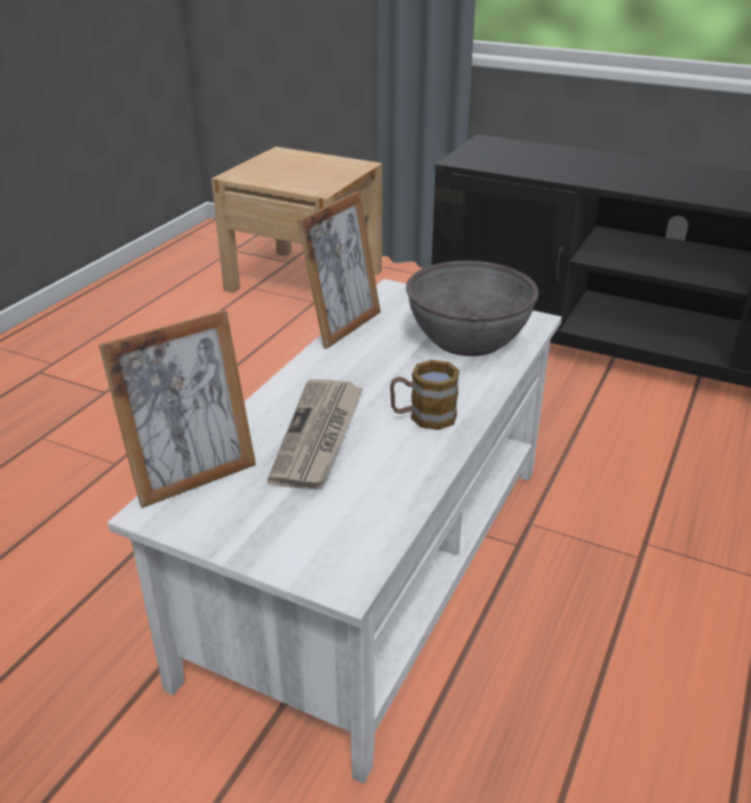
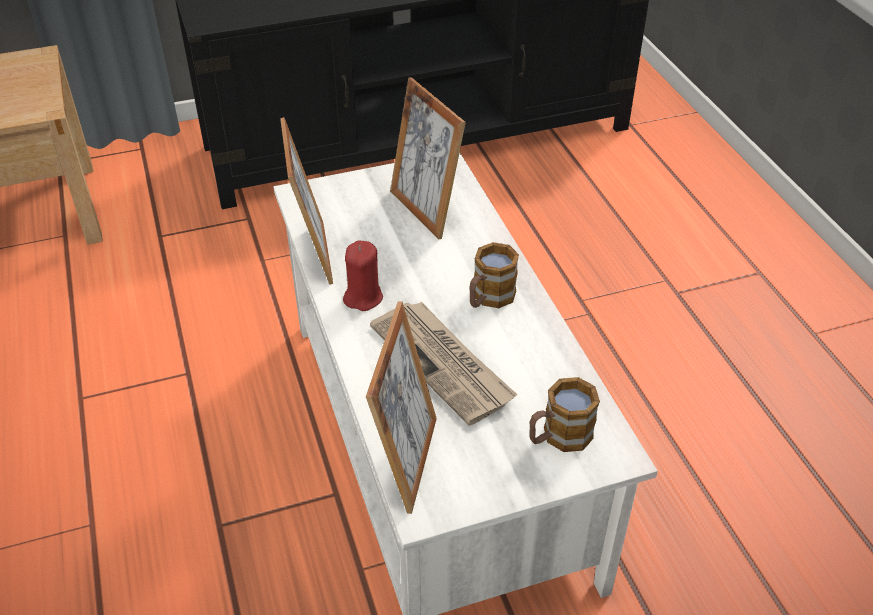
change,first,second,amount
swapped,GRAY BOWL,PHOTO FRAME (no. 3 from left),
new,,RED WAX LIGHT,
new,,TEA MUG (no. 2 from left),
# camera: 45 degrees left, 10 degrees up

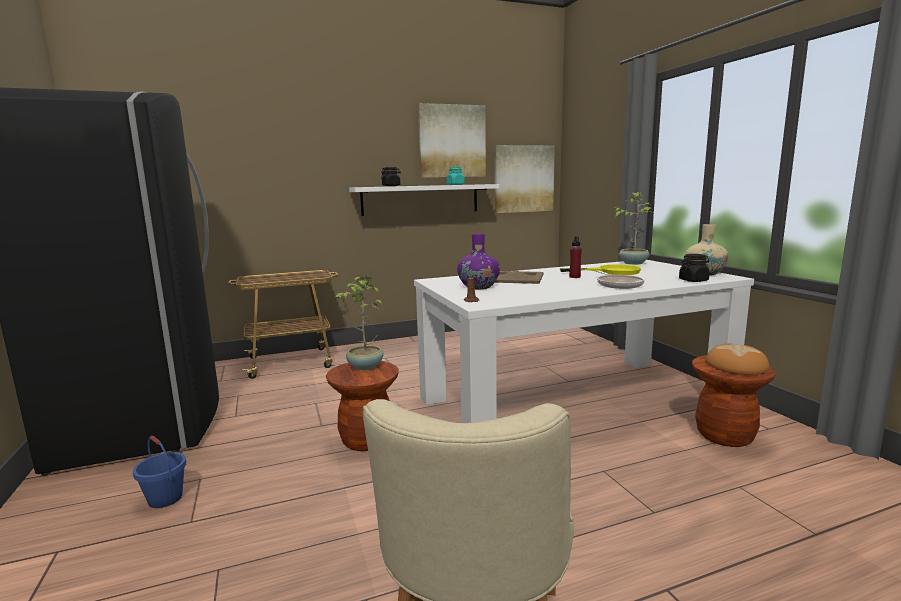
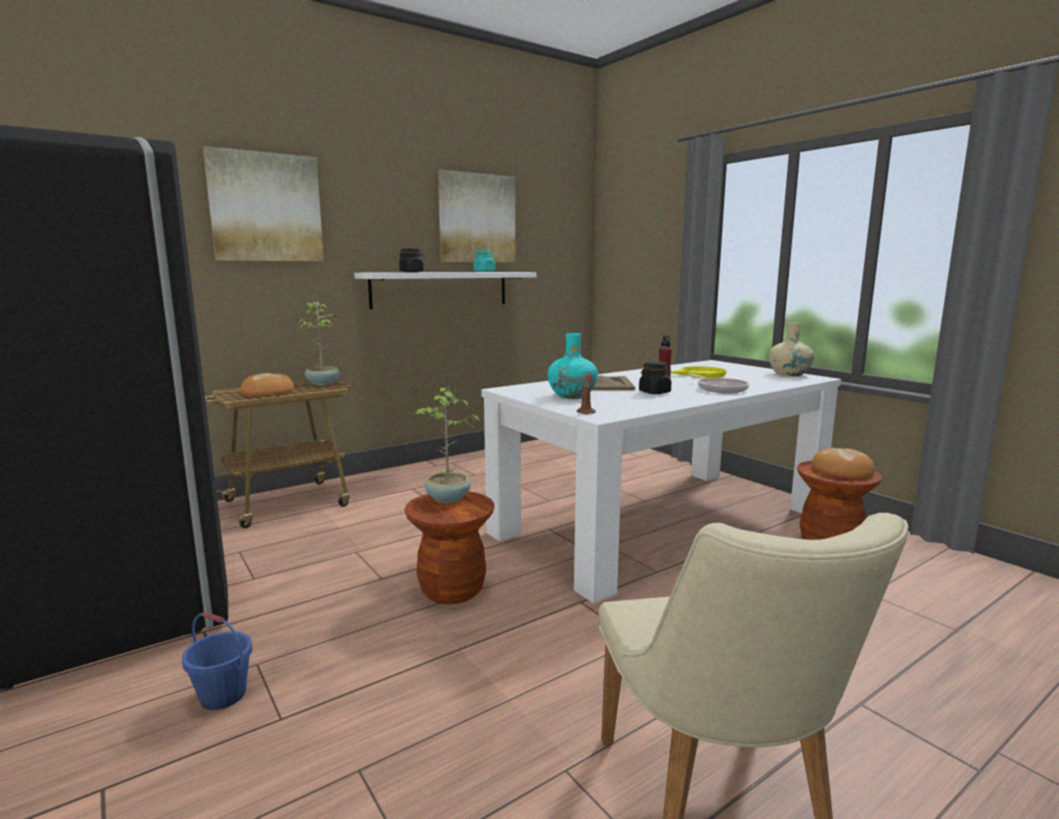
change,first,second,amount
shifted,PICTURE (no. 2 from left in the first image),PICTURE (no. 1 from left),
shifted,PLANT IN A POT (no. 2 from left in the first image),PLANT IN A POT (no. 1 from left),
repainted,PURPLE-COLOURED VASE,TURQUOISE-COLOURED VASE,
shifted,BLACKISH PRESERVE JAR (no. 2 from left),,
new,,BAKERY BREAD (no. 1 from left),
# camera: 15 degrees left, 0 degrees up

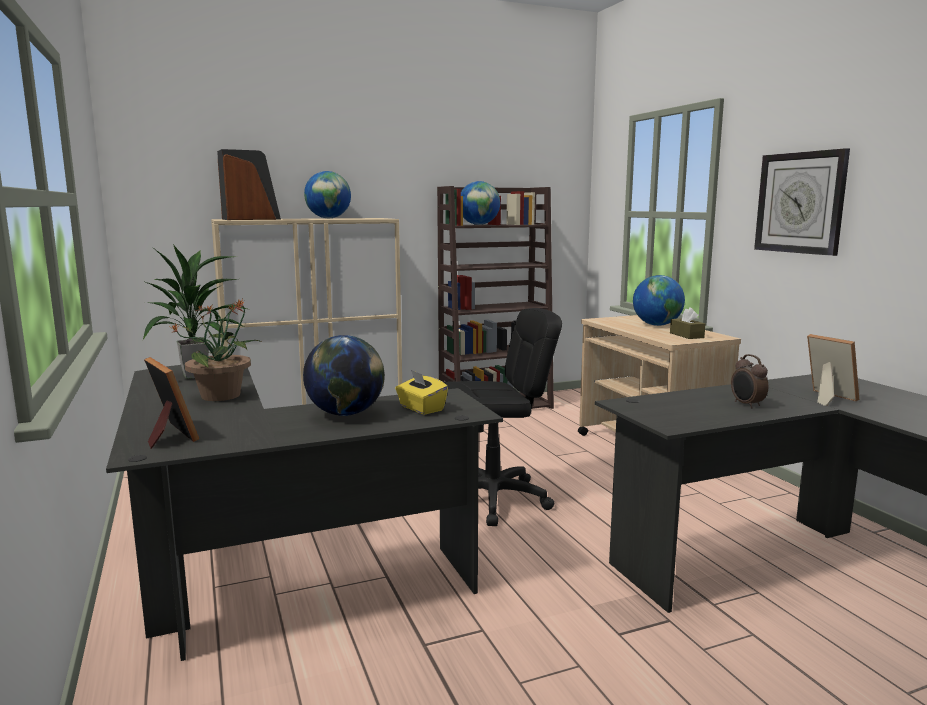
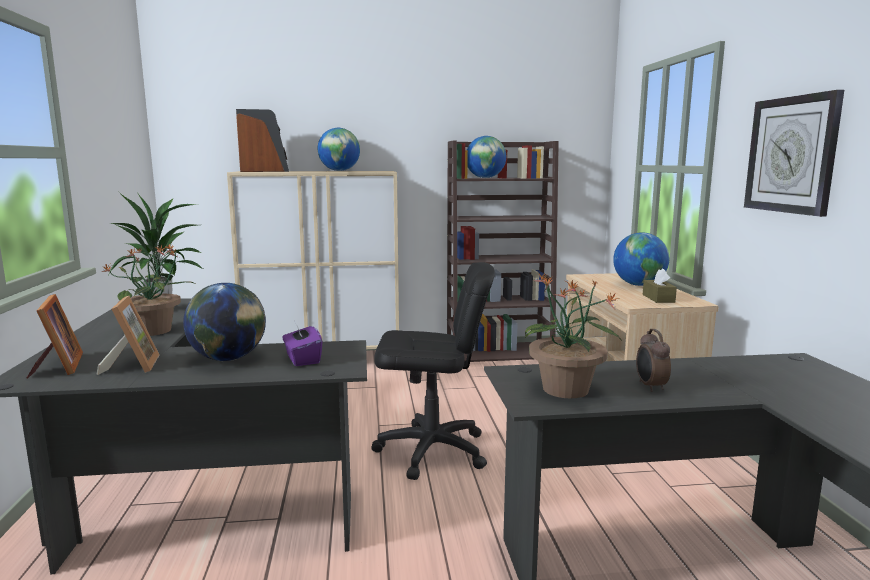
change,first,second,amount
shifted,PHOTO FRAME (no. 2 from left),,
repainted,YELLOW-COLOURED BOX OF TISSUES,PURPLE-COLOURED BOX OF TISSUES,
new,,PLANT IN A POT (no. 3 from left),
# camera: 15 degrees right, 0 degrees up

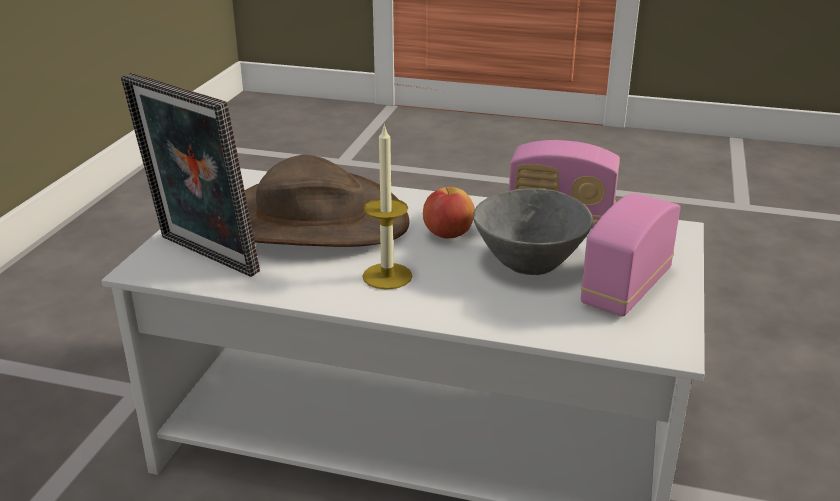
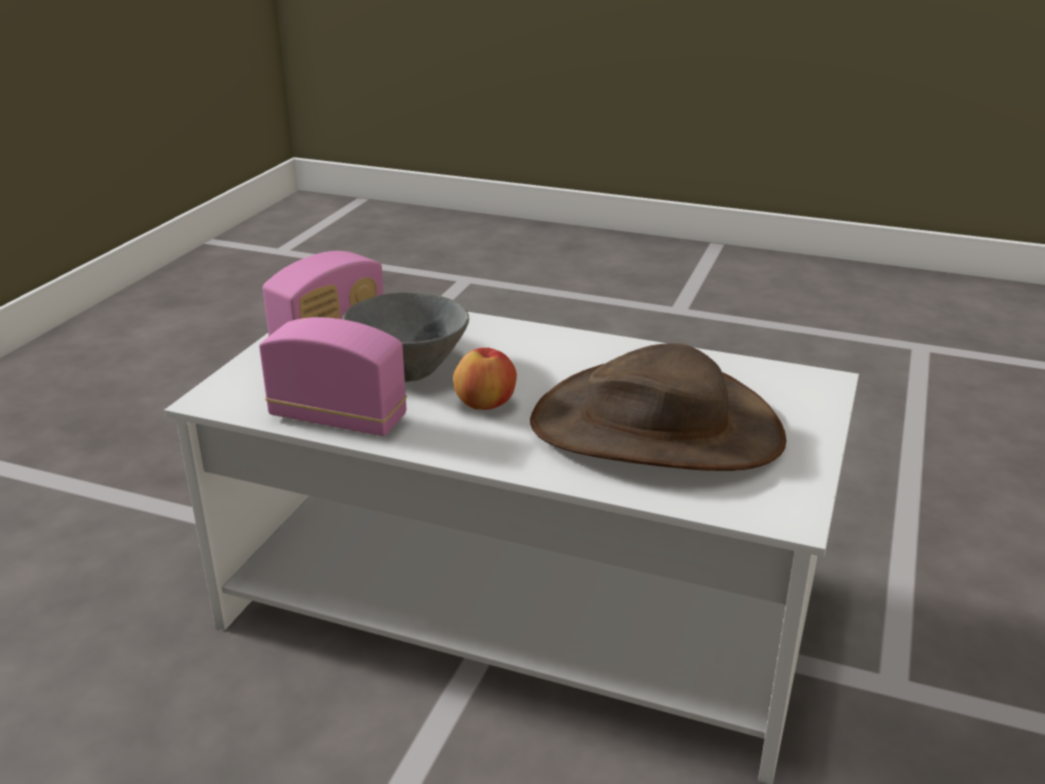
change,first,second,amount
gone,PHOTO FRAME,,
gone,WAX LIGHT,,
# camera: 175 degrees left, 0 degrees up

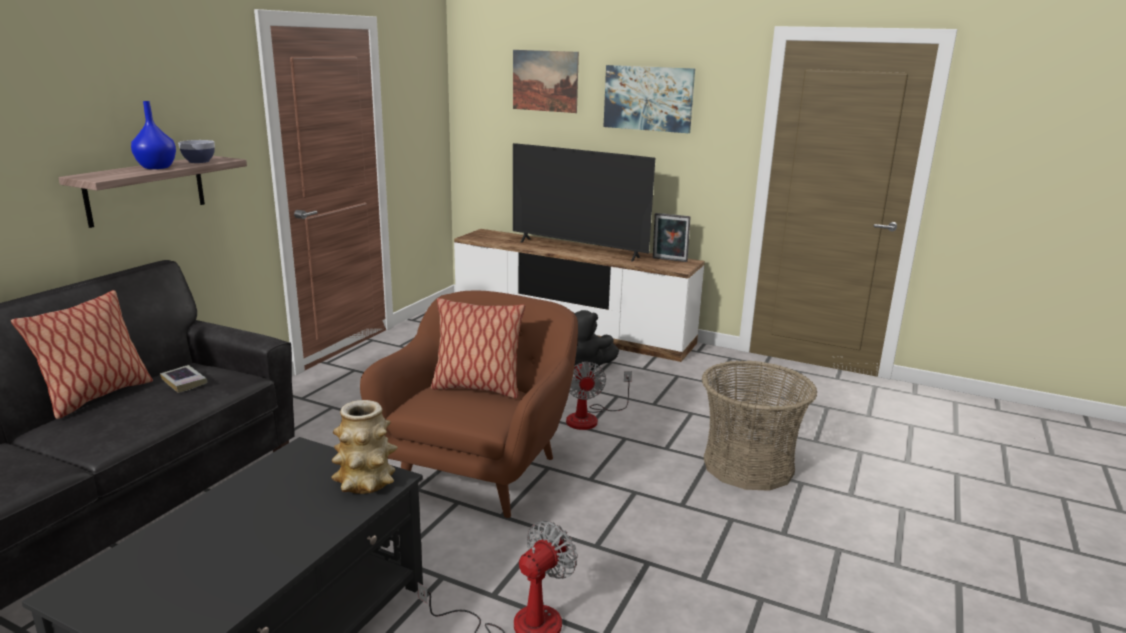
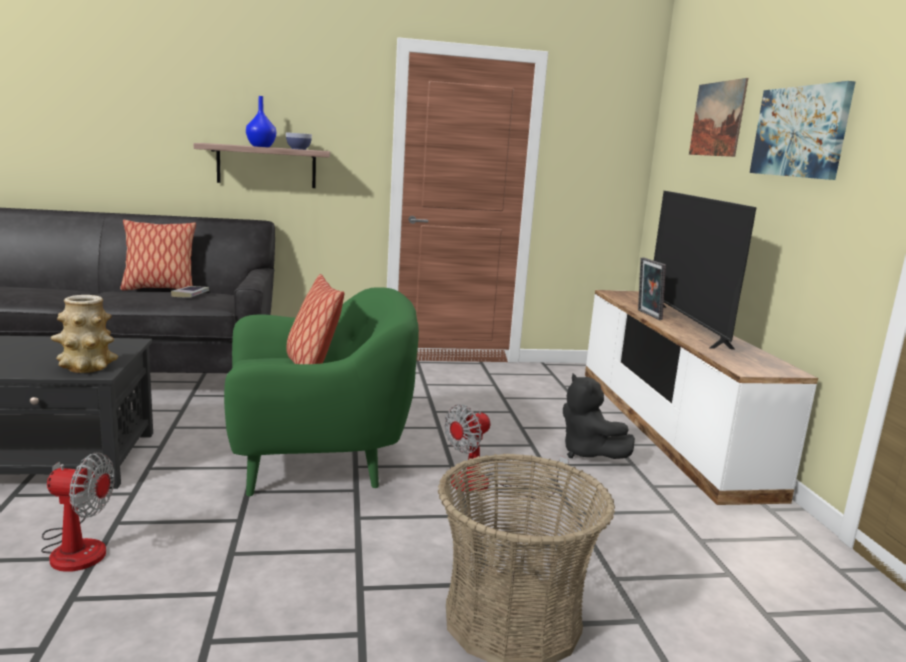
change,first,second,amount
shifted,PHOTO FRAME,,
repainted,BROWNISH EASY CHAIR,GREEN-COLOURED EASY CHAIR,
# camera: 55 degrees right, 5 degrees down

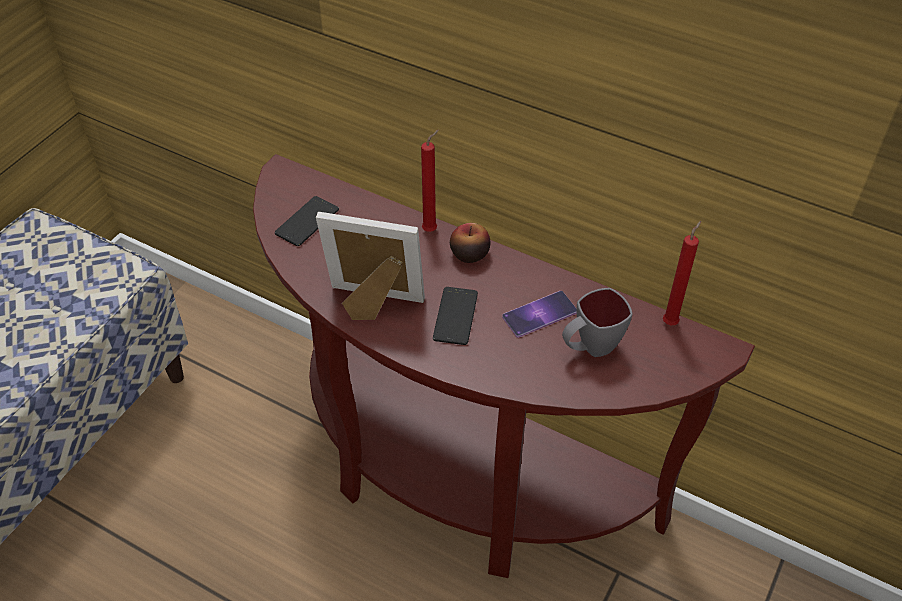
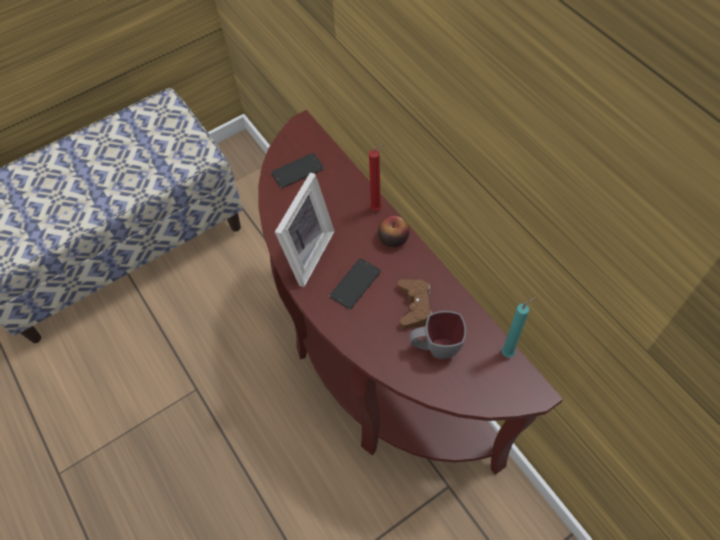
change,first,second,amount
rotated,PHOTO FRAME,,75 degrees clockwise
repainted,RED WAX LIGHT (no. 2 from left),TURQUOISE-COLOURED WAX LIGHT,
swapped,TELEPHONE (no. 3 from left),BROWNISH JOYPAD,
# camera: 30 degrees right, 10 degrees up

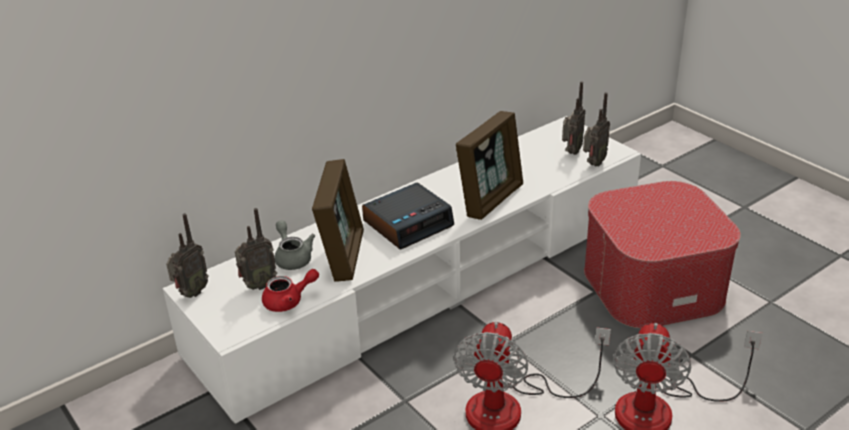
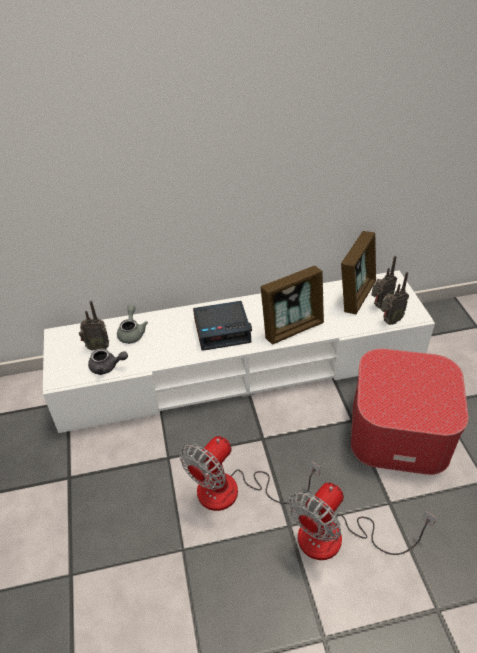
change,first,second,amount
shifted,PHOTO FRAME (no. 1 from left in the first image),PHOTO FRAME (no. 2 from left),
gone,RADIO (no. 1 from left),,
repainted,RED TEAPOT,GRAY TEAPOT (no. 1 from left),
# camera: 25 degrees right, 10 degrees up

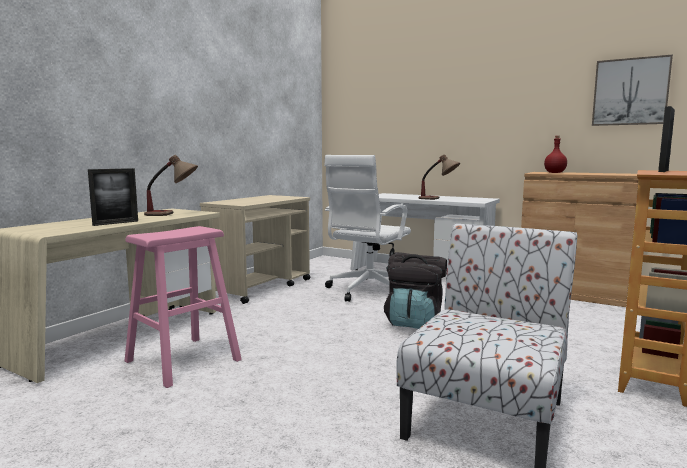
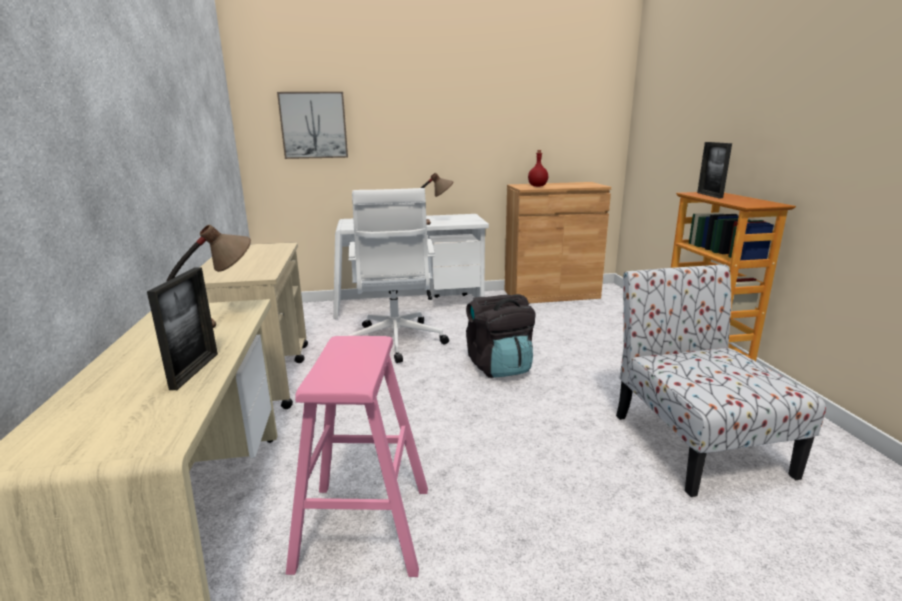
change,first,second,amount
shifted,PICTURE,,
# camera: 40 degrees left, 10 degrees up

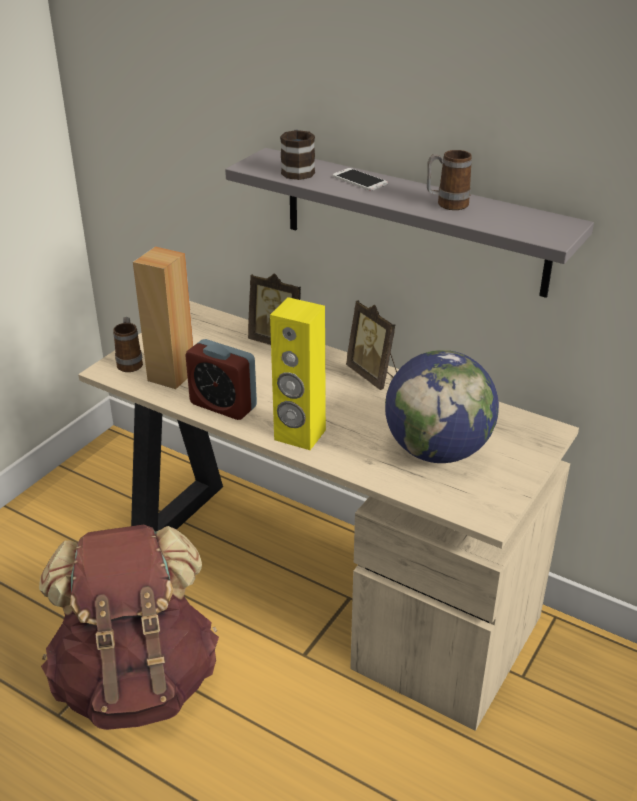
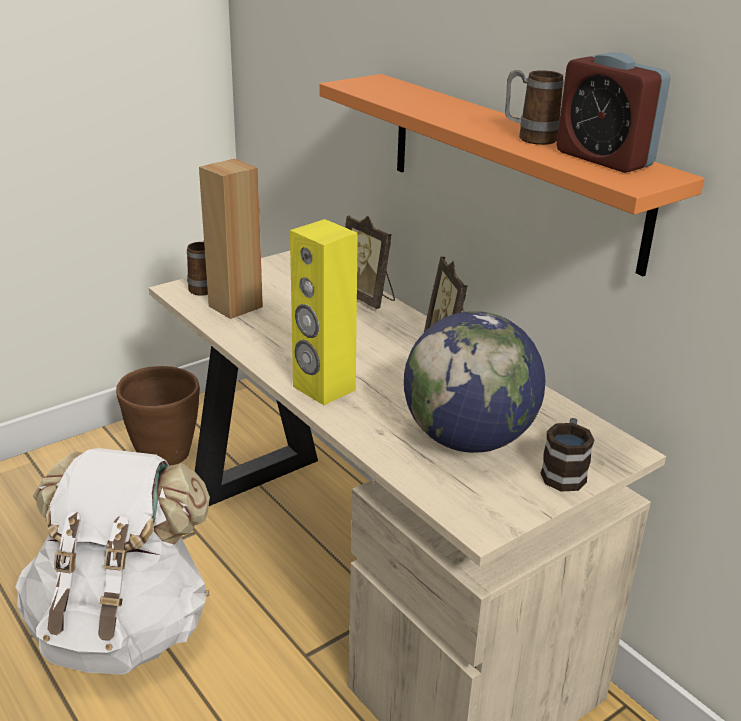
change,first,second,amount
shifted,TEA MUG (no. 2 from left in the first image),TEA MUG (no. 3 from left),
repainted,GRAY WALL SHELF,ORANGE-COLOURED WALL SHELF,
gone,TELEPHONE,,
shifted,ALARM CLOCK,,
repainted,BROWNISH RUCKSACK,WHITE RUCKSACK,
new,,BROWNISH PLANTER,
# camera: 20 degrees right, 5 degrees down

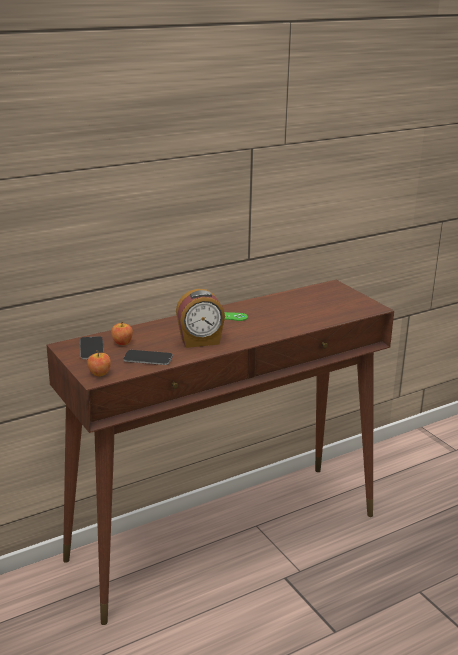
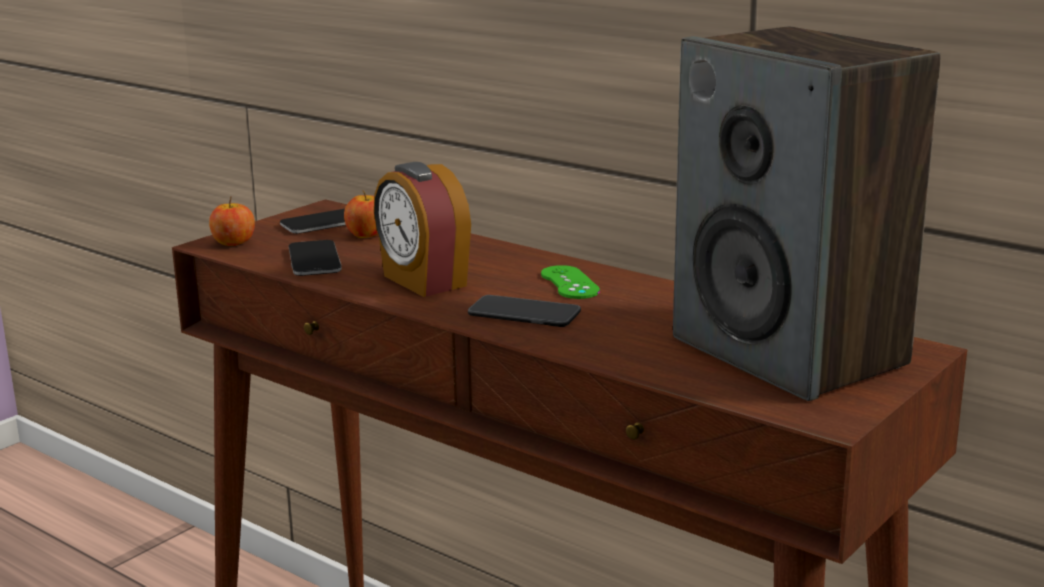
change,first,second,amount
new,,SPEAKER,
new,,TELEPHONE (no. 3 from left),
# camera: 70 degrees right, 5 degrees down

